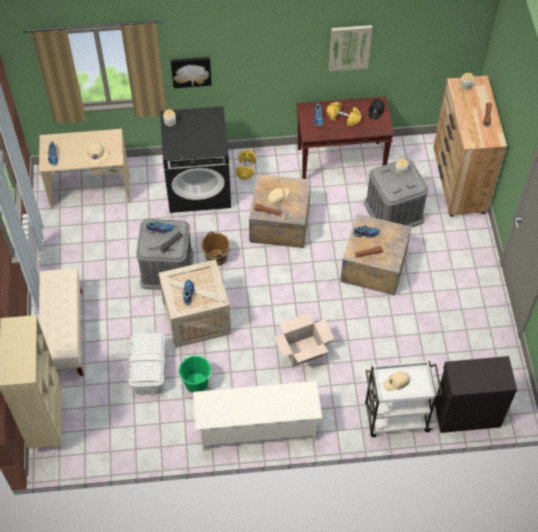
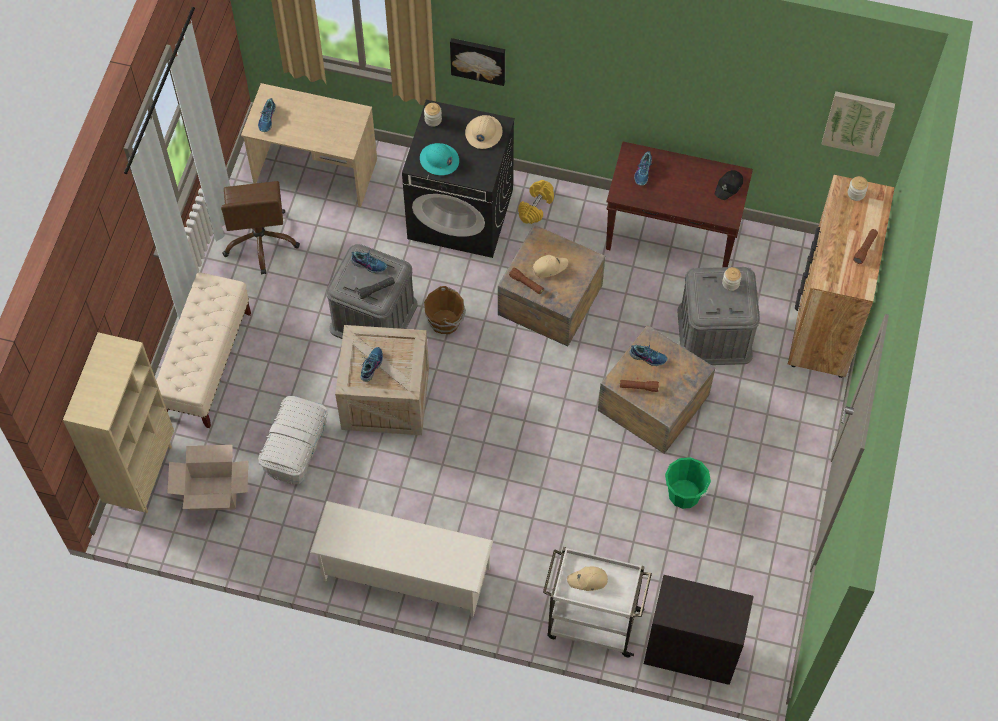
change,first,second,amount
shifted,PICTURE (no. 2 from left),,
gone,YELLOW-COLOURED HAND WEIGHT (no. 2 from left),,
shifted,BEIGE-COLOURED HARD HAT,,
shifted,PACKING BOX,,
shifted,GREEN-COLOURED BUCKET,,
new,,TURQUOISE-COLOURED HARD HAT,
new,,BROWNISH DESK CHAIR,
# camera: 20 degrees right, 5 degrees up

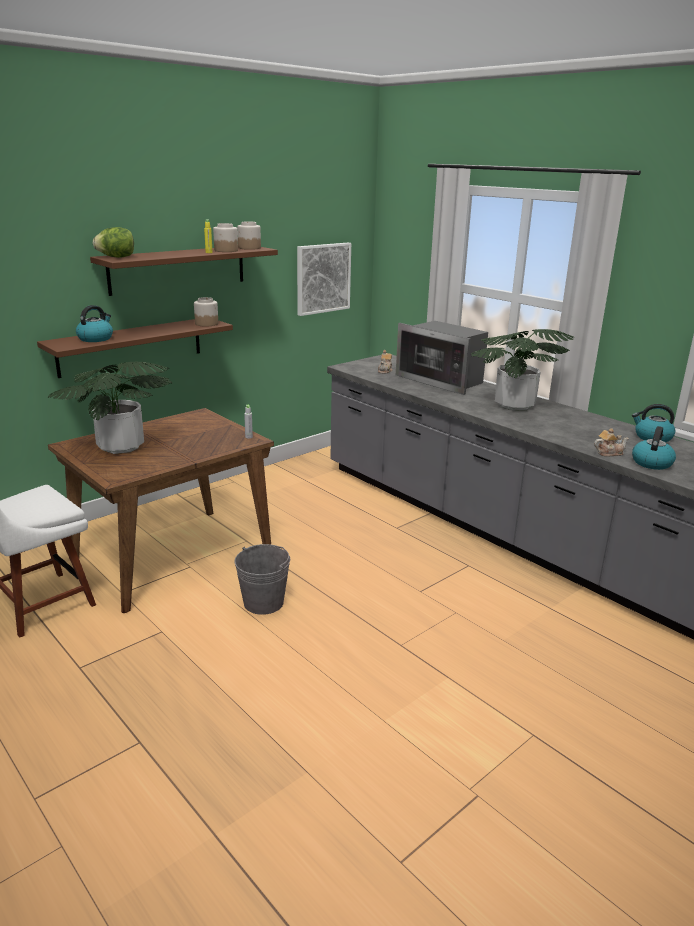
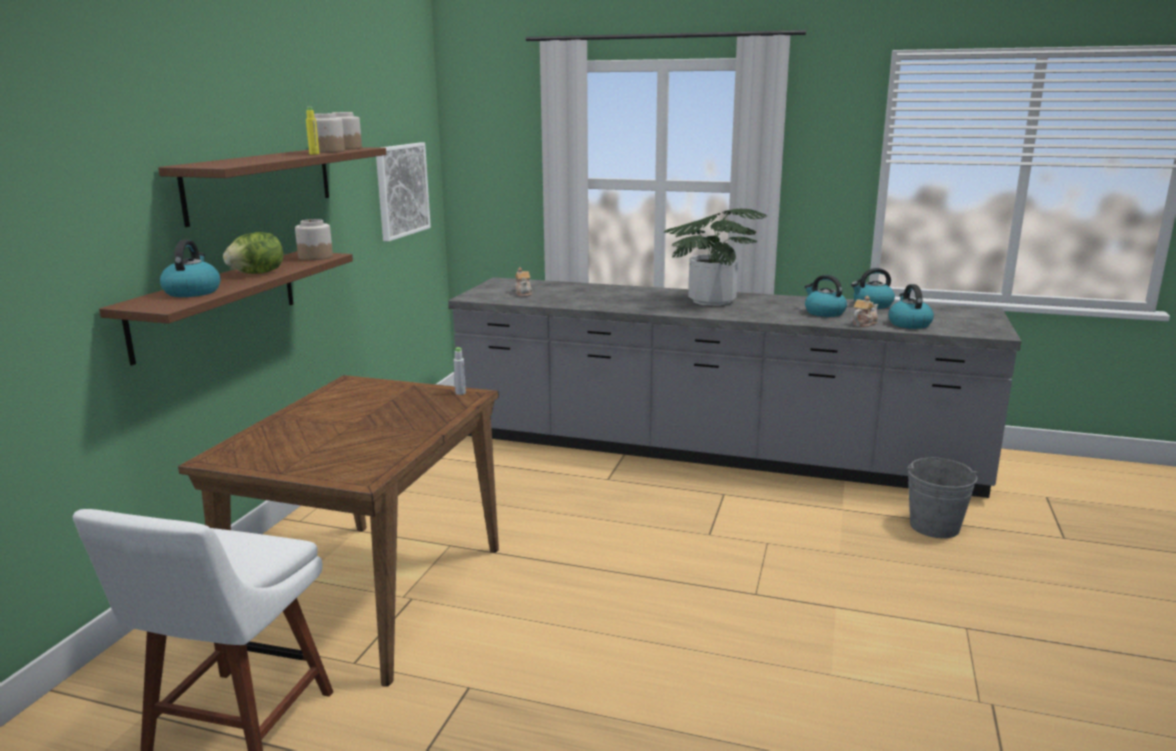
change,first,second,amount
shifted,LETTUCE HEAD,,
gone,MICROWAVE,,
gone,PLANT IN A POT (no. 1 from left),,
shifted,GRAY BUCKET,,
new,,TEA KETTLE (no. 2 from left),
# camera: 30 degrees left, 5 degrees down

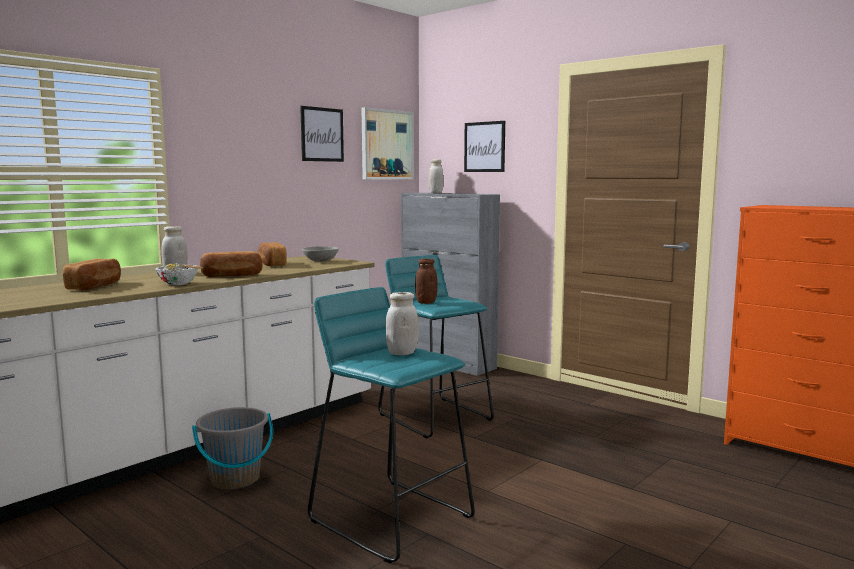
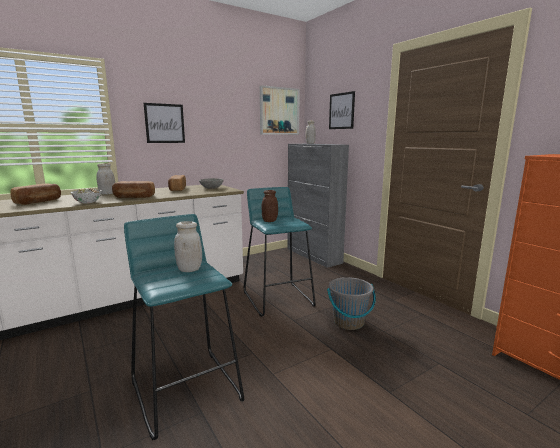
change,first,second,amount
shifted,PICTURE (no. 1 from left),,
shifted,GRAY BUCKET,,
# camera: 15 degrees right, 5 degrees up

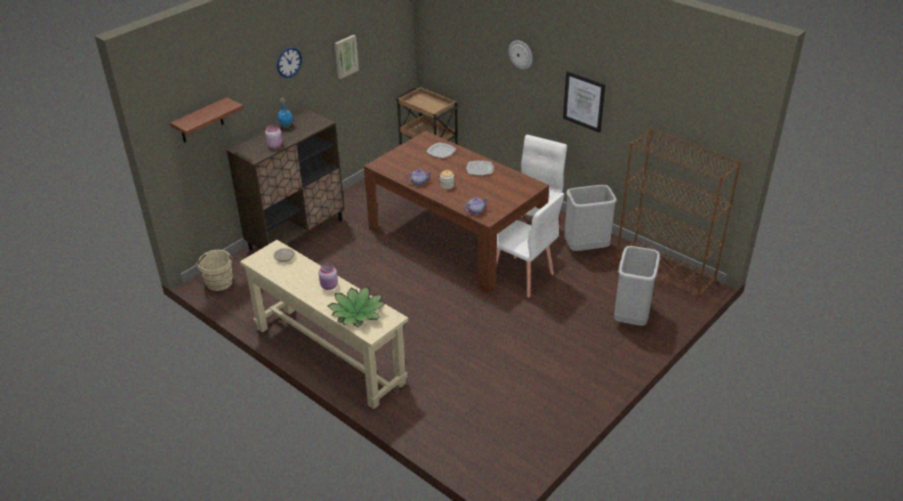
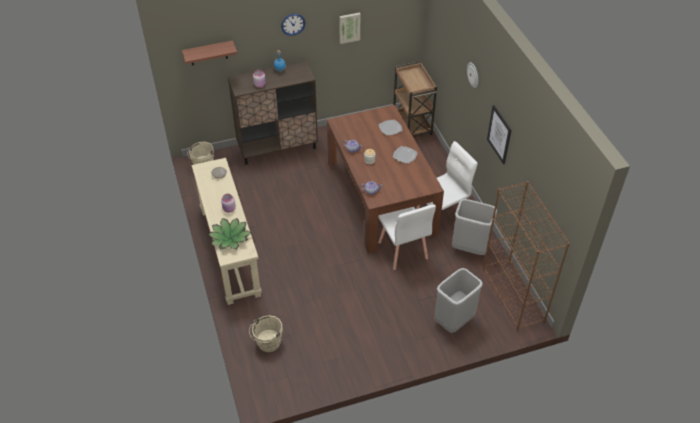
change,first,second,amount
new,,BEIGE-COLOURED BUCKET (no. 2 from left),
# camera: 30 degrees right, 10 degrees up

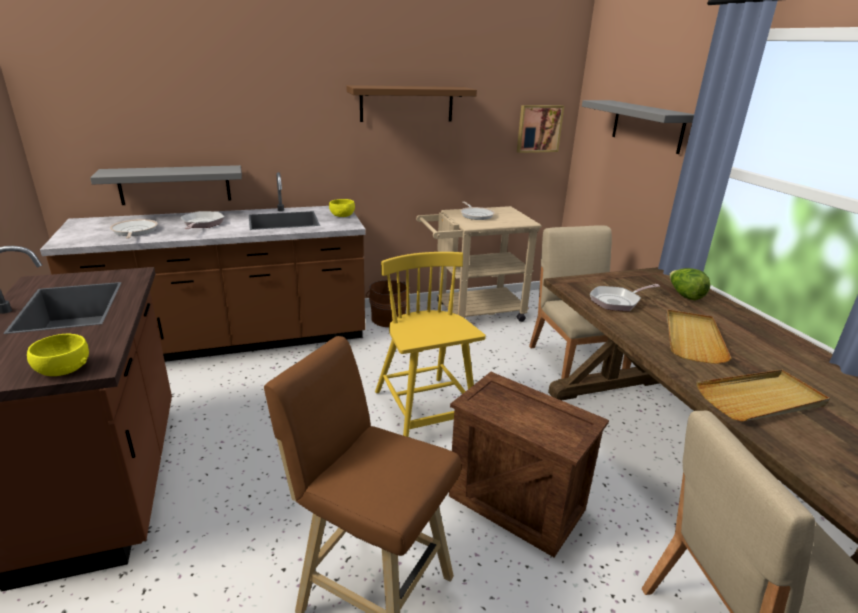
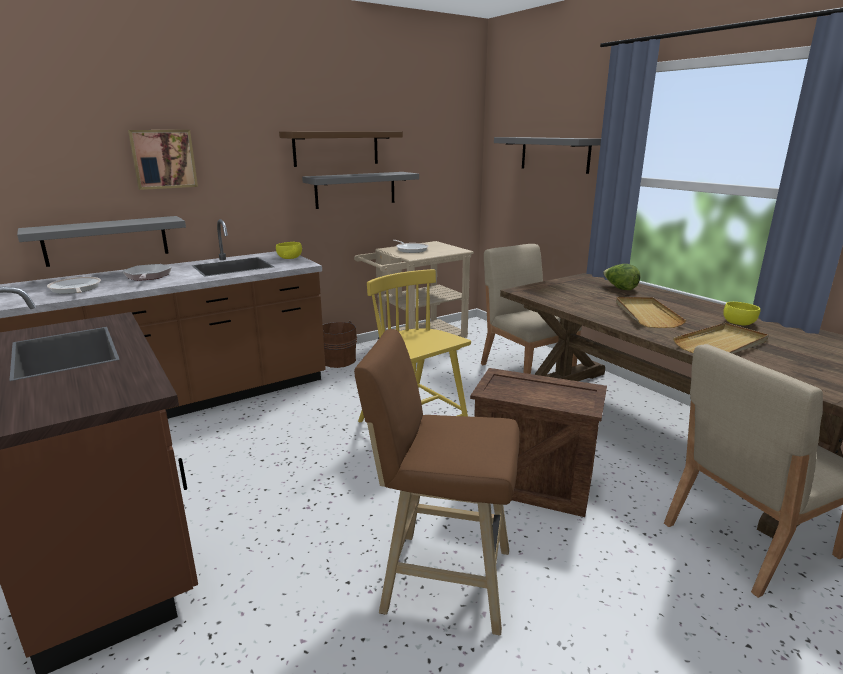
change,first,second,amount
shifted,PICTURE,,
gone,PAN (no. 4 from left),,
shifted,YELLOW-COLOURED BOWL (no. 1 from left in the first image),YELLOW-COLOURED BOWL (no. 2 from left),
new,,GRAY WALL SHELF (no. 2 from left),
# camera: 15 degrees left, 5 degrees down

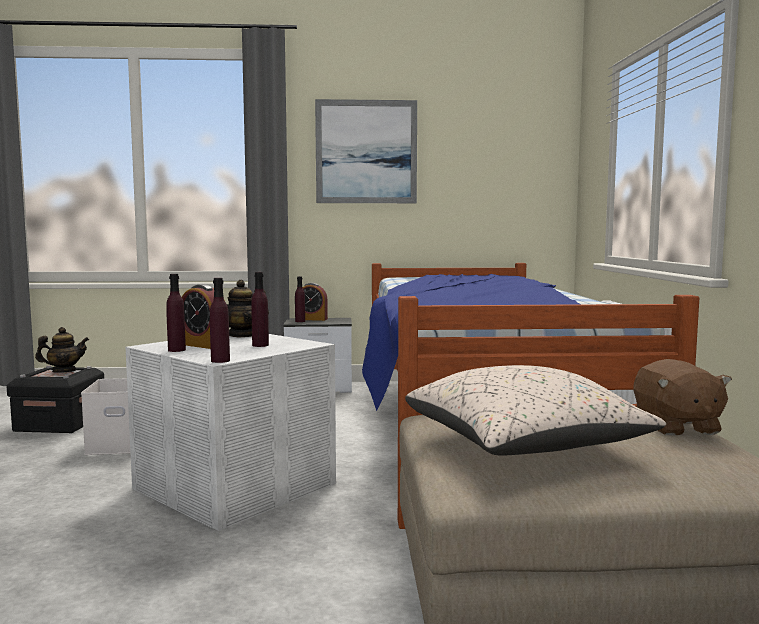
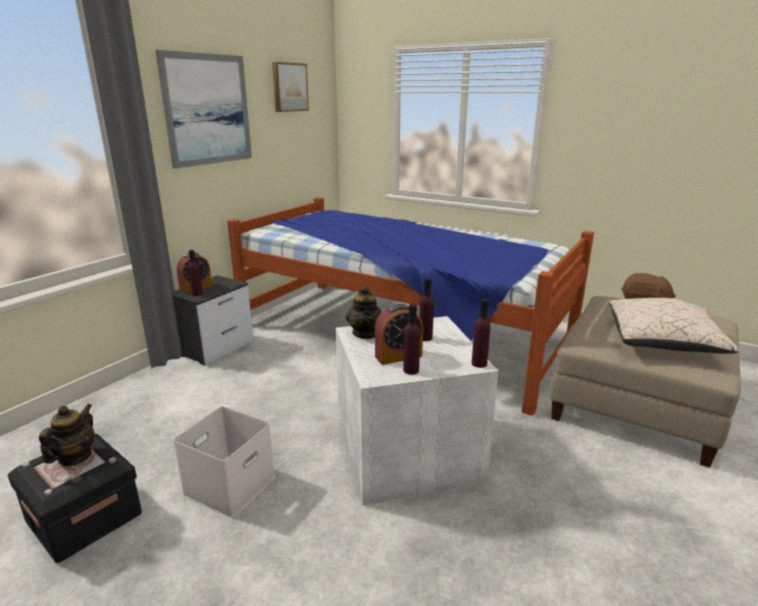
change,first,second,amount
new,,PICTURE (no. 2 from left),
# camera: 55 degrees left, 15 degrees up

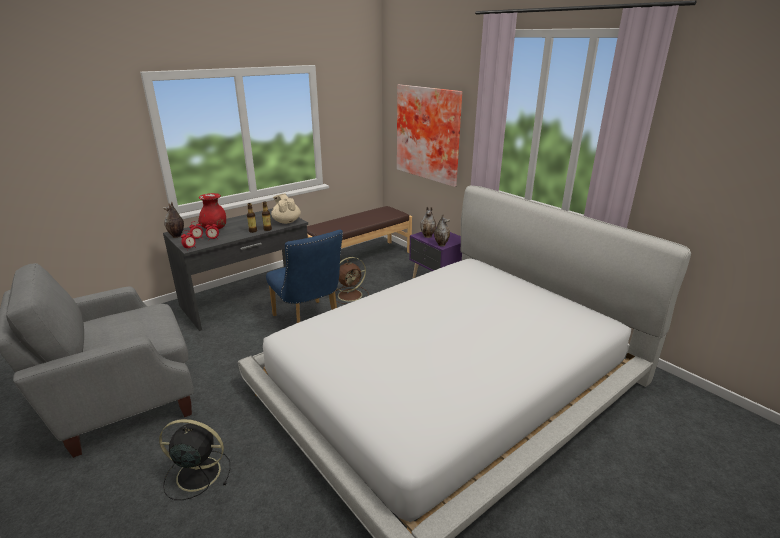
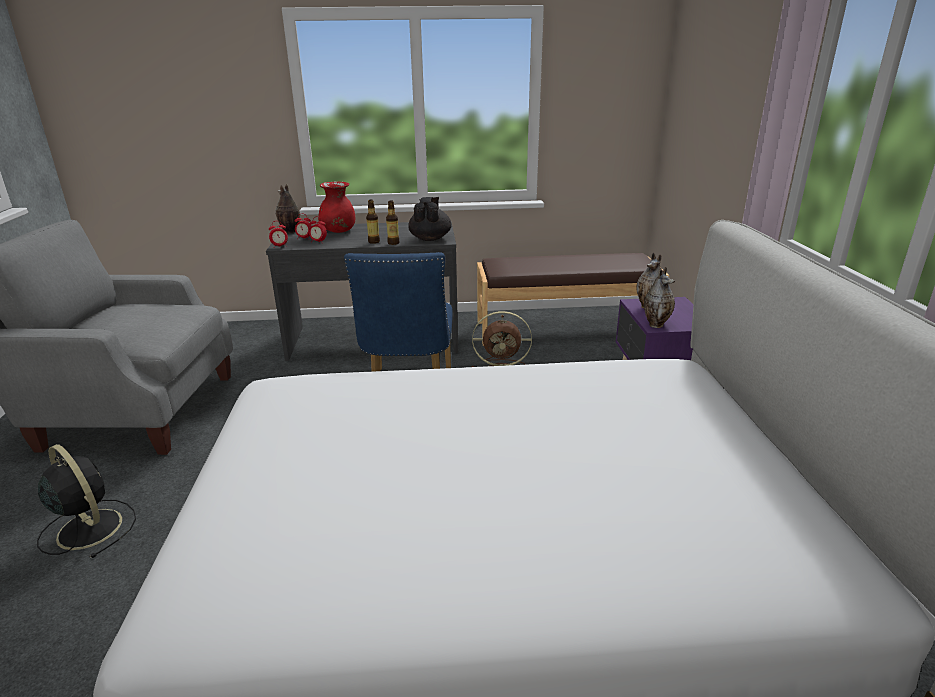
change,first,second,amount
gone,PICTURE,,
repainted,BEIGE-COLOURED TEAPOT,BLACKISH TEAPOT,
# camera: 35 degrees right, 0 degrees up

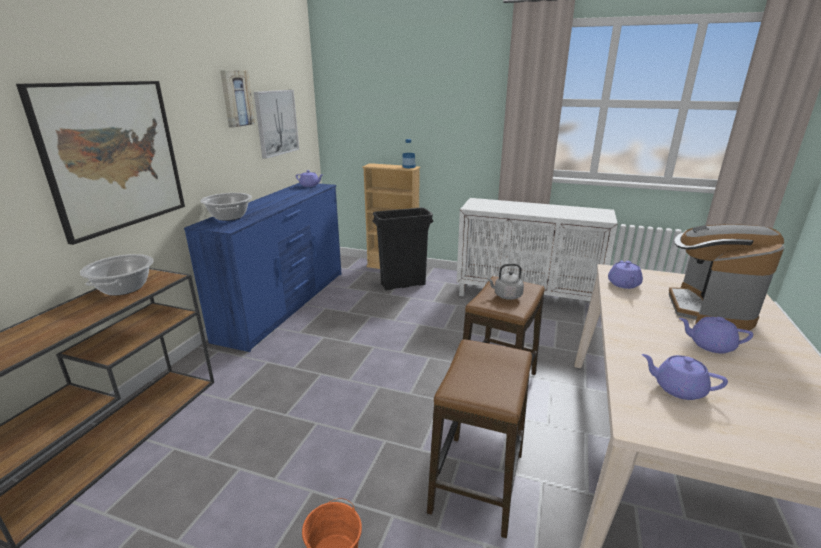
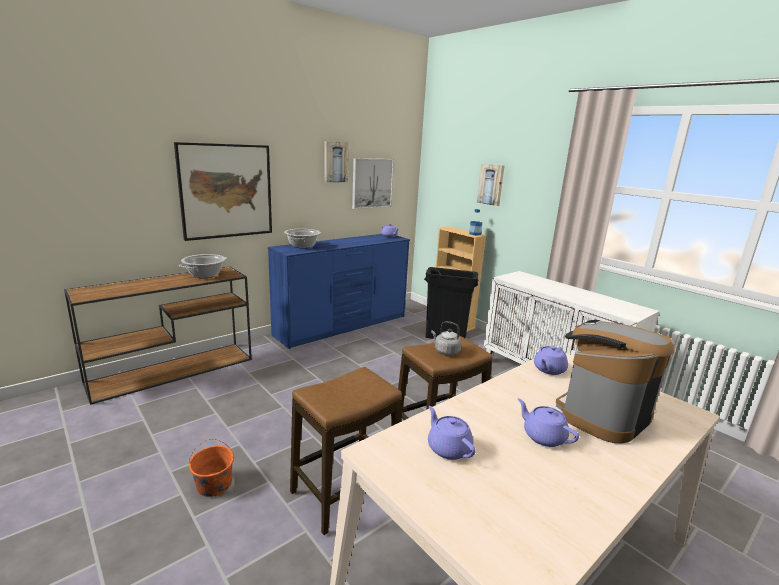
change,first,second,amount
new,,PICTURE (no. 4 from left),
# camera: 30 degrees right, 5 degrees down

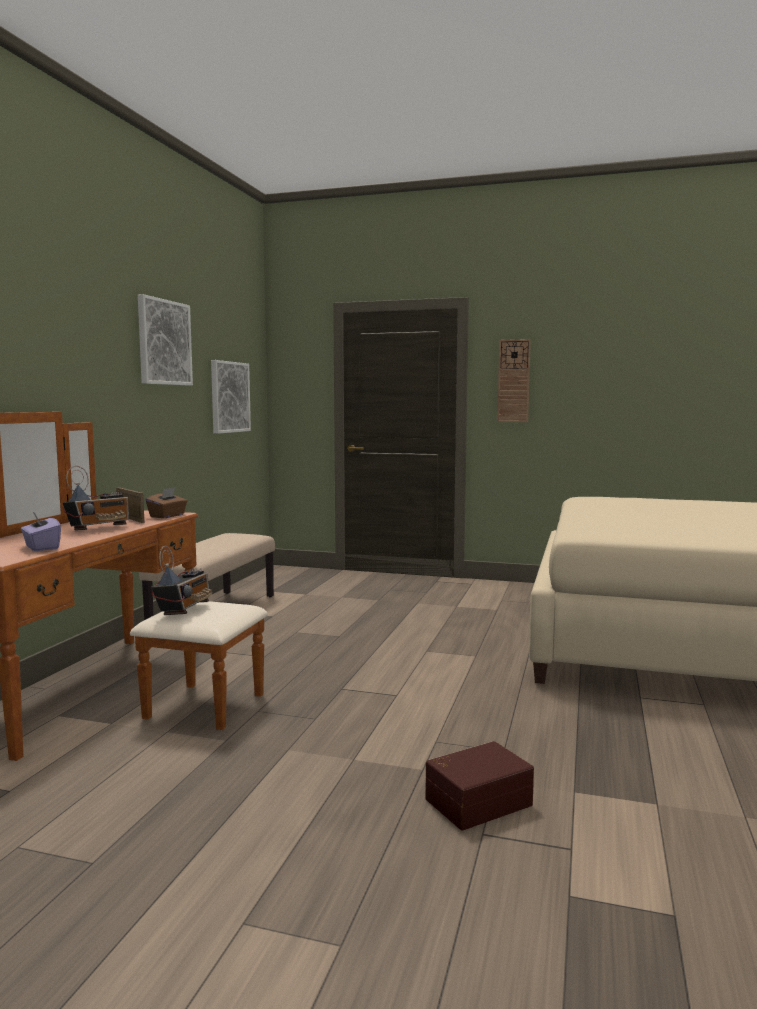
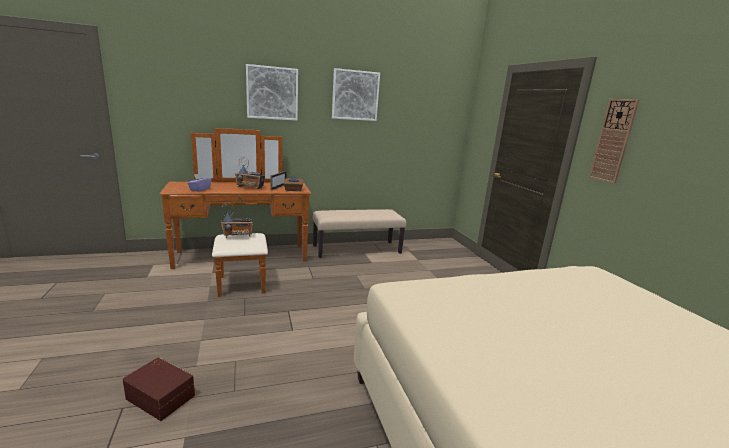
change,first,second,amount
shifted,PICTURE (no. 2 from left in the first image),PICTURE (no. 1 from left),
# camera: 55 degrees right, 10 degrees up

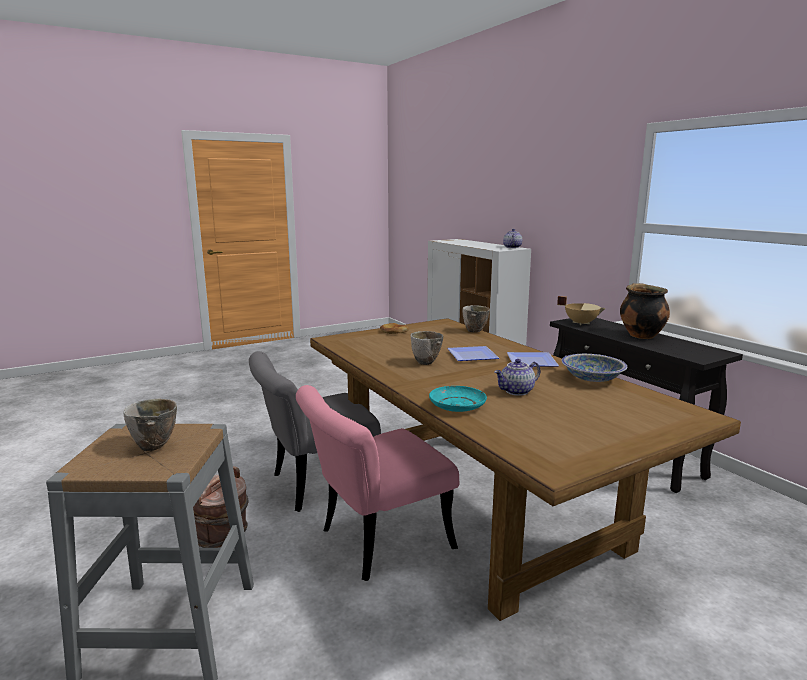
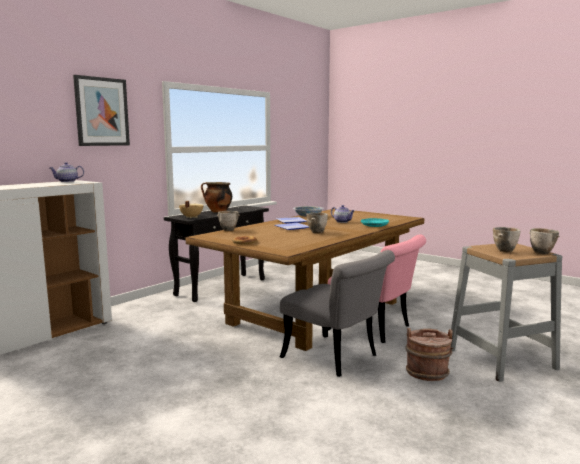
change,first,second,amount
new,,PICTURE,
new,,BOWL (no. 5 from left),
# camera: 110 degrees left, 5 degrees down

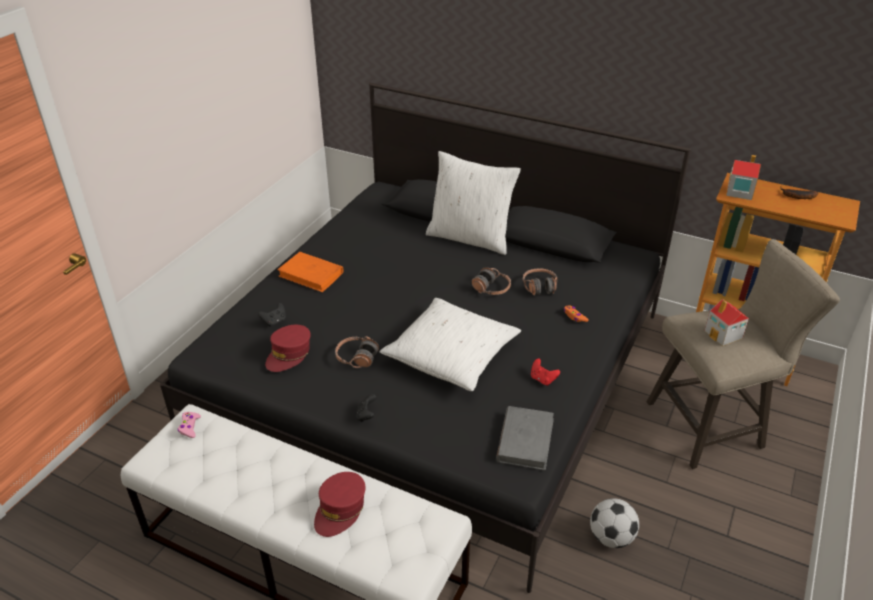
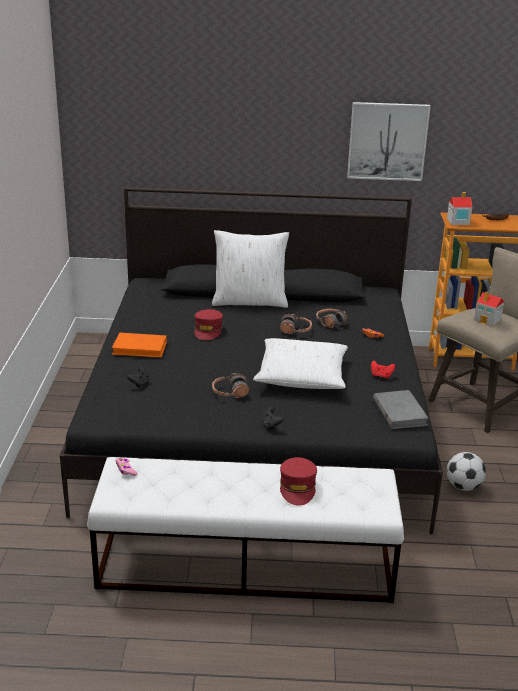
change,first,second,amount
shifted,RED PEAKED CAP (no. 1 from left),,
new,,PICTURE,
# camera: 25 degrees left, 10 degrees down

